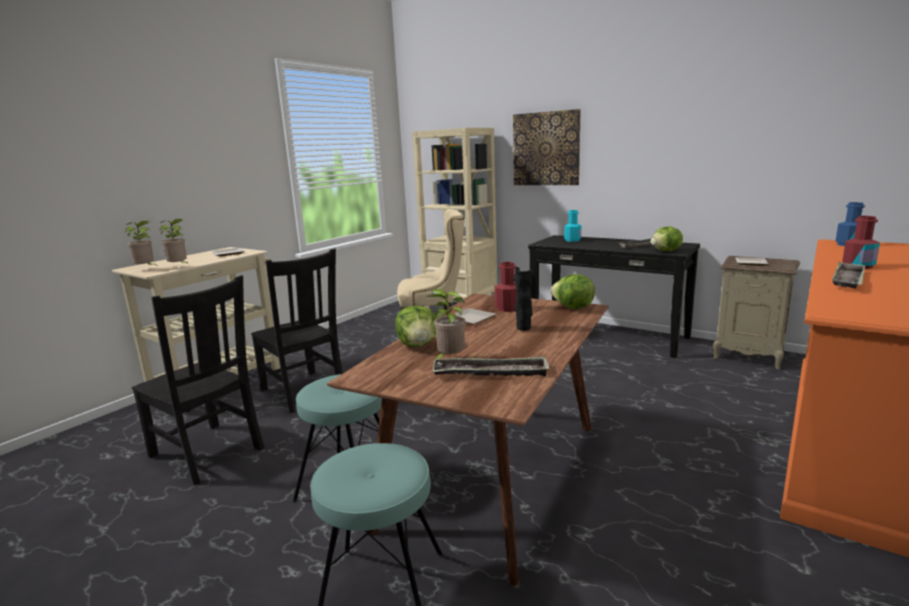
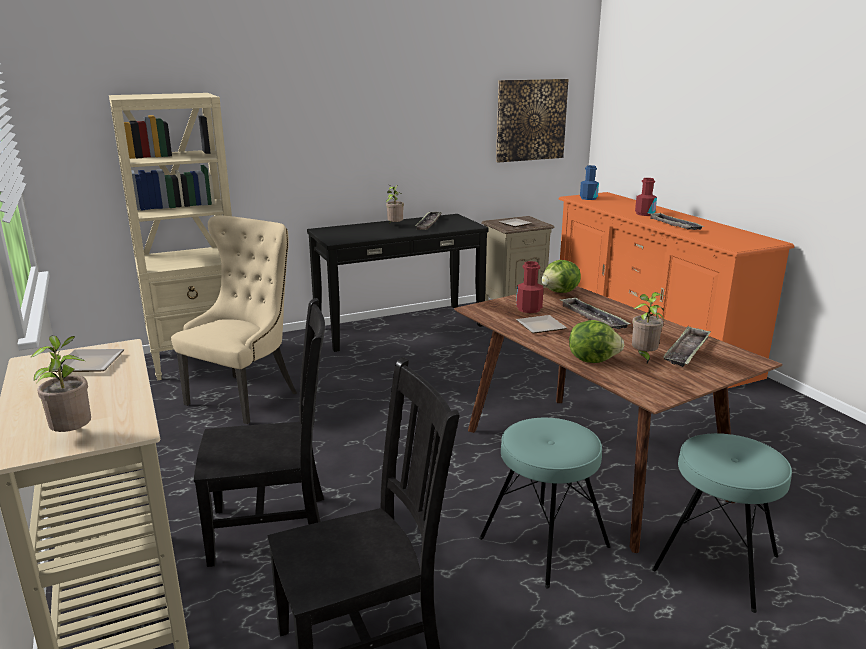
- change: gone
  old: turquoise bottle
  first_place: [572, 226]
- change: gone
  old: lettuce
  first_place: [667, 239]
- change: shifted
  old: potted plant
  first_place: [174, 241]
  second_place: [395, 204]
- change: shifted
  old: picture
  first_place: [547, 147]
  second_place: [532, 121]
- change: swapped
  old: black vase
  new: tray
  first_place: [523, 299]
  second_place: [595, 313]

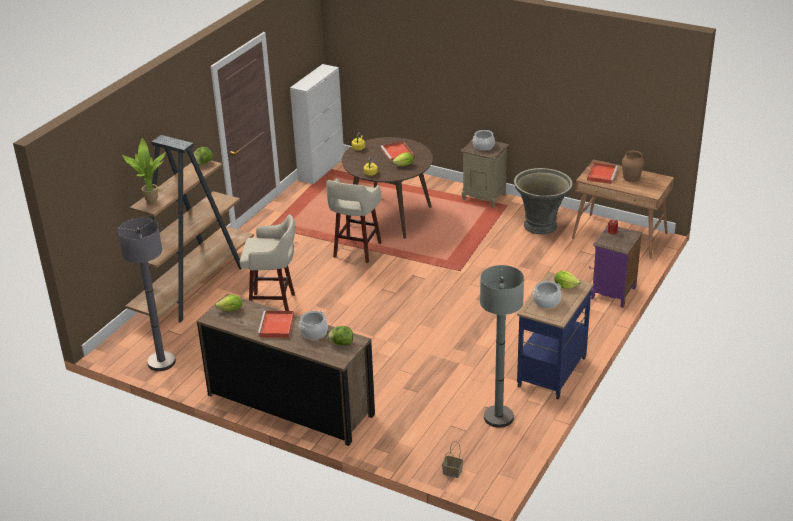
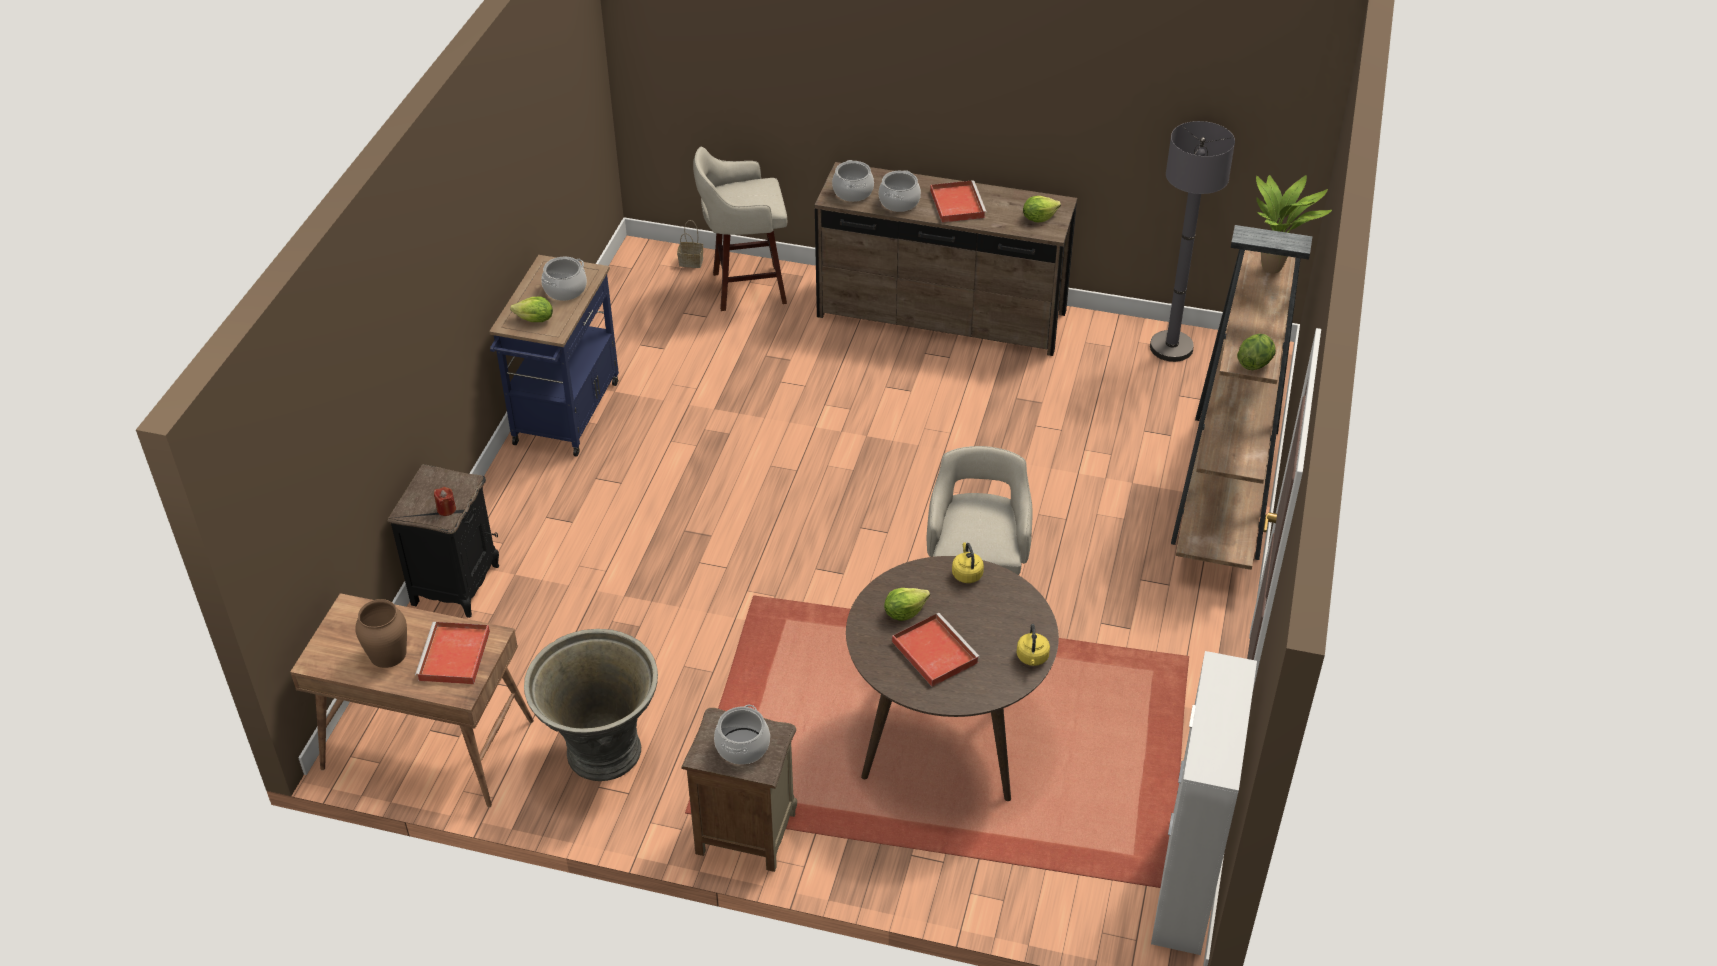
- change: gone
  old: grey floor lamp
  first_place: [502, 346]
- change: shifted
  old: beige stool
  first_place: [267, 262]
  second_place: [740, 228]
- change: swapped
  old: lettuce
  new: cooking pot
  first_place: [340, 335]
  second_place: [853, 181]
- change: repainted
  old: purple nightstand
  new: black nightstand
  first_place: [616, 266]
  second_place: [443, 541]

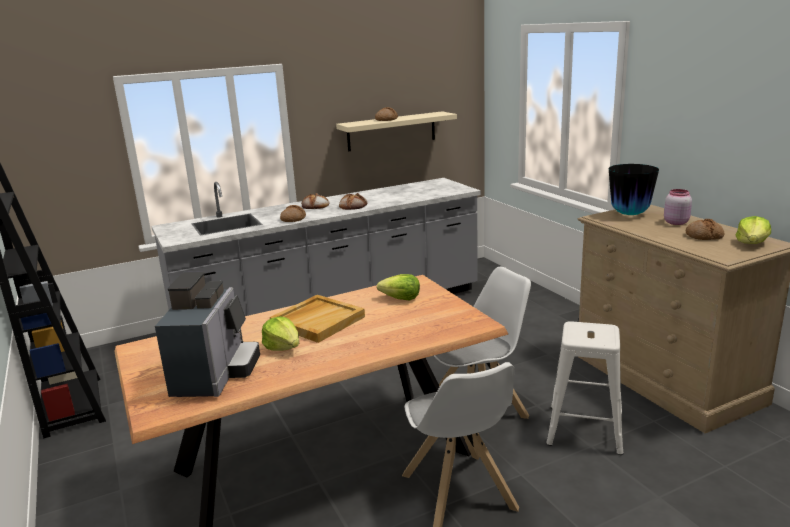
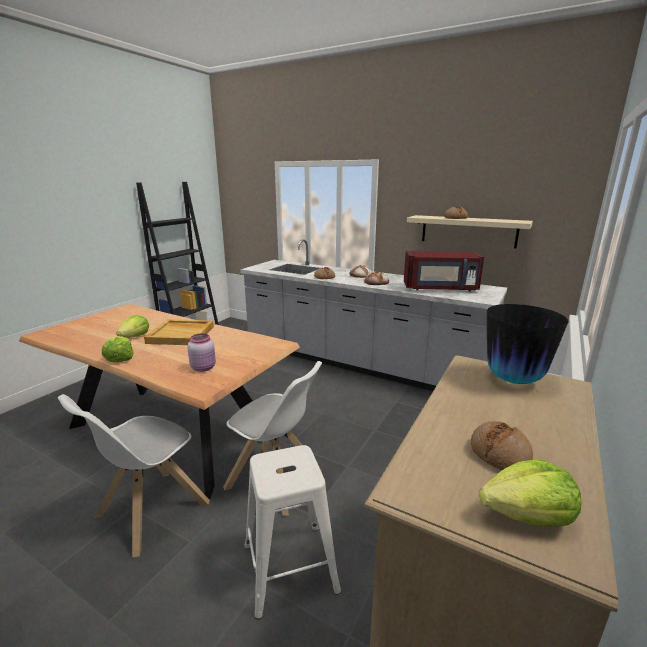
- change: gone
  old: coffee machine
  first_place: [207, 334]
- change: new
  new: red microwave
  second_place: [444, 271]
- change: shifted
  old: lettuce
  first_place: [398, 287]
  second_place: [118, 349]
- change: shifted
  old: pink jar
  first_place: [678, 207]
  second_place: [201, 352]

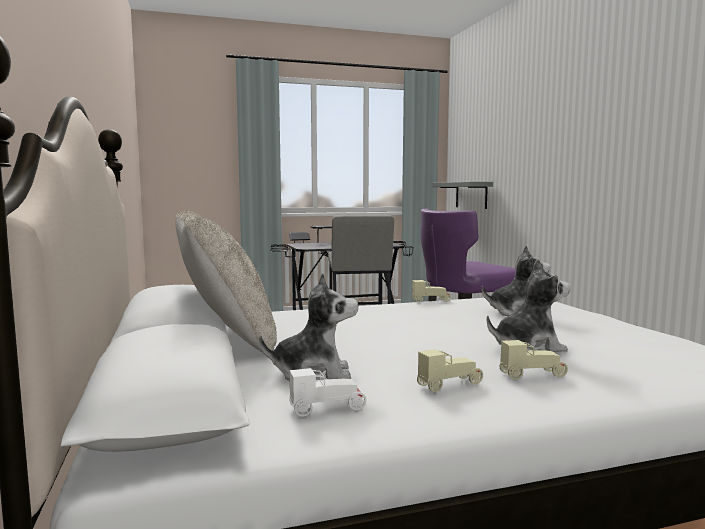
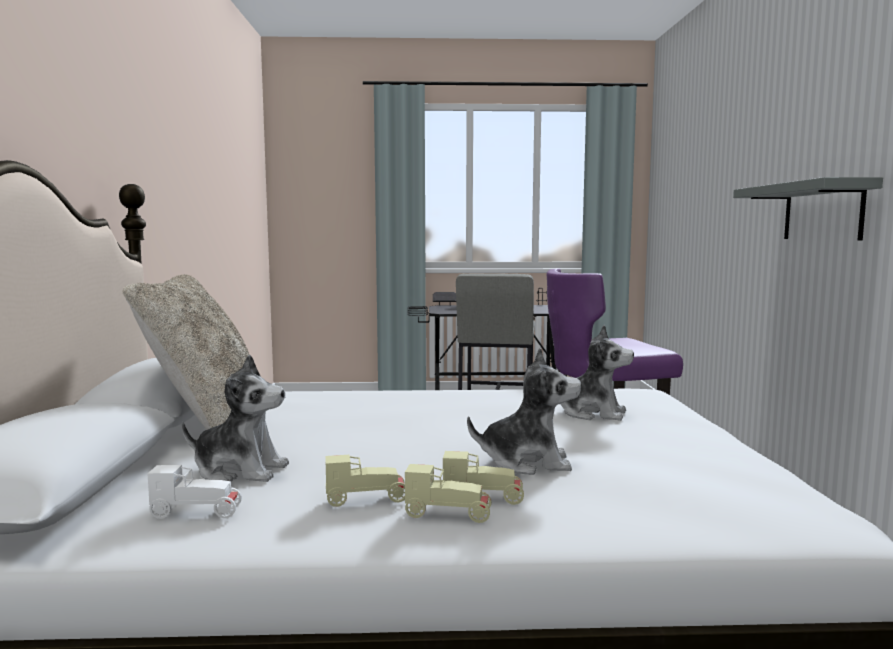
- change: shifted
  old: beige toy car
  first_place: [431, 291]
  second_place: [448, 493]
- change: shifted
  old: grey shelf
  first_place: [462, 195]
  second_place: [808, 208]

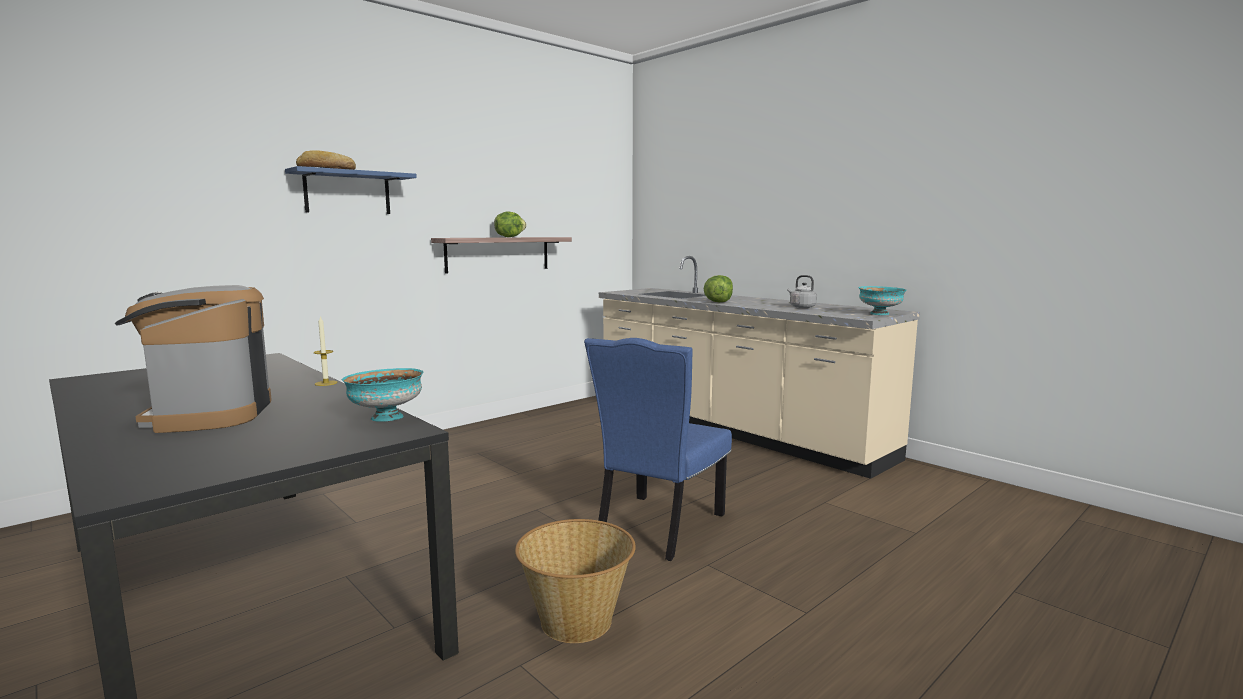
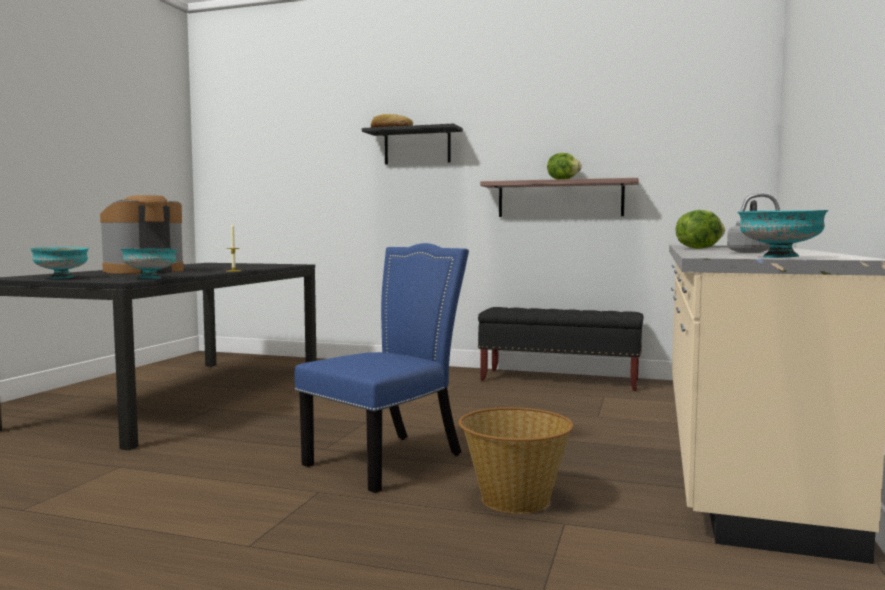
- change: new
  new: turquoise bowl
  second_place: [59, 263]
- change: new
  new: black bench
  second_place: [560, 349]
- change: shifted
  old: basket
  first_place: [575, 581]
  second_place: [516, 460]
- change: repainted
  old: blue shelf
  new: black shelf
  first_place: [351, 190]
  second_place: [412, 144]
- change: rotated
  old: blue chair
  first_place: [658, 449]
  second_place: [382, 368]
  degrees: 135

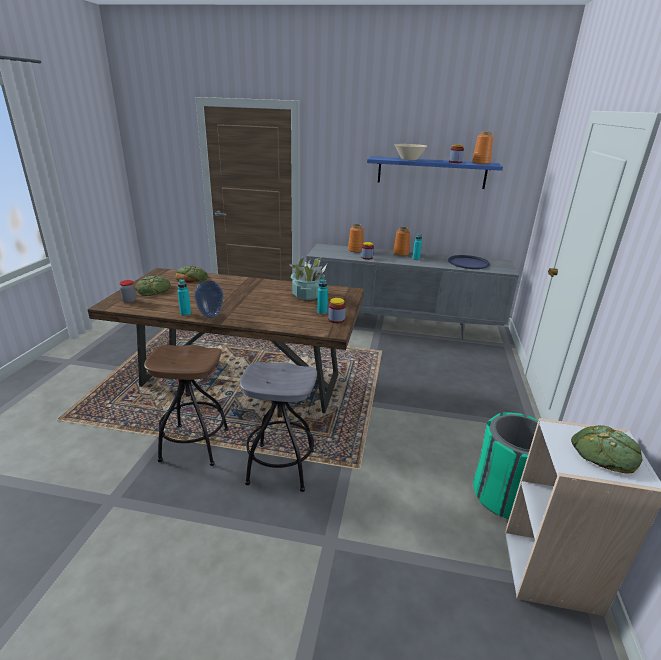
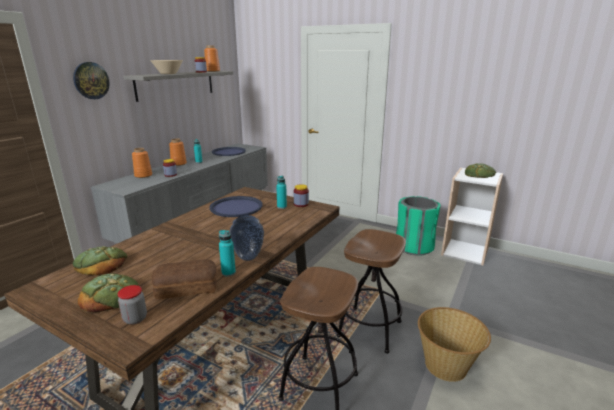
- change: new
  new: wall clock
  second_place: [91, 80]
- change: new
  new: bread
  second_place: [184, 279]
- change: new
  new: basket
  second_place: [454, 344]
- change: swapped
  old: potted plant
  new: blue tray
  first_place: [308, 278]
  second_place: [236, 206]
- change: repainted
  old: grey stool
  new: brown stool
  first_place: [278, 427]
  second_place: [371, 291]
- change: repainted
  old: blue shelf
  new: grey shelf
  first_place: [435, 172]
  second_place: [178, 86]

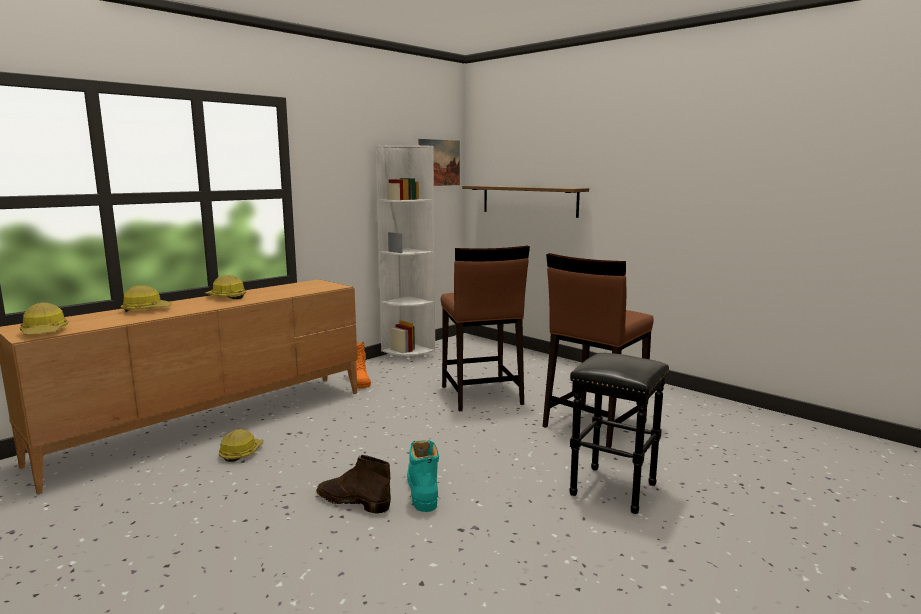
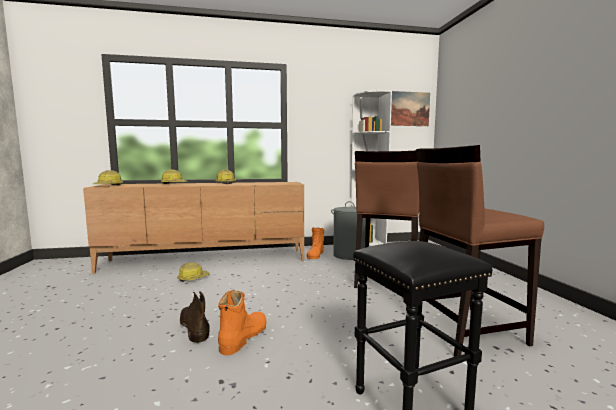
- change: gone
  old: shelf
  first_place: [525, 201]
- change: new
  new: grey laundry basket
  second_place: [348, 230]
- change: repainted
  old: turquoise boot
  new: orange boot
  first_place: [423, 476]
  second_place: [242, 322]

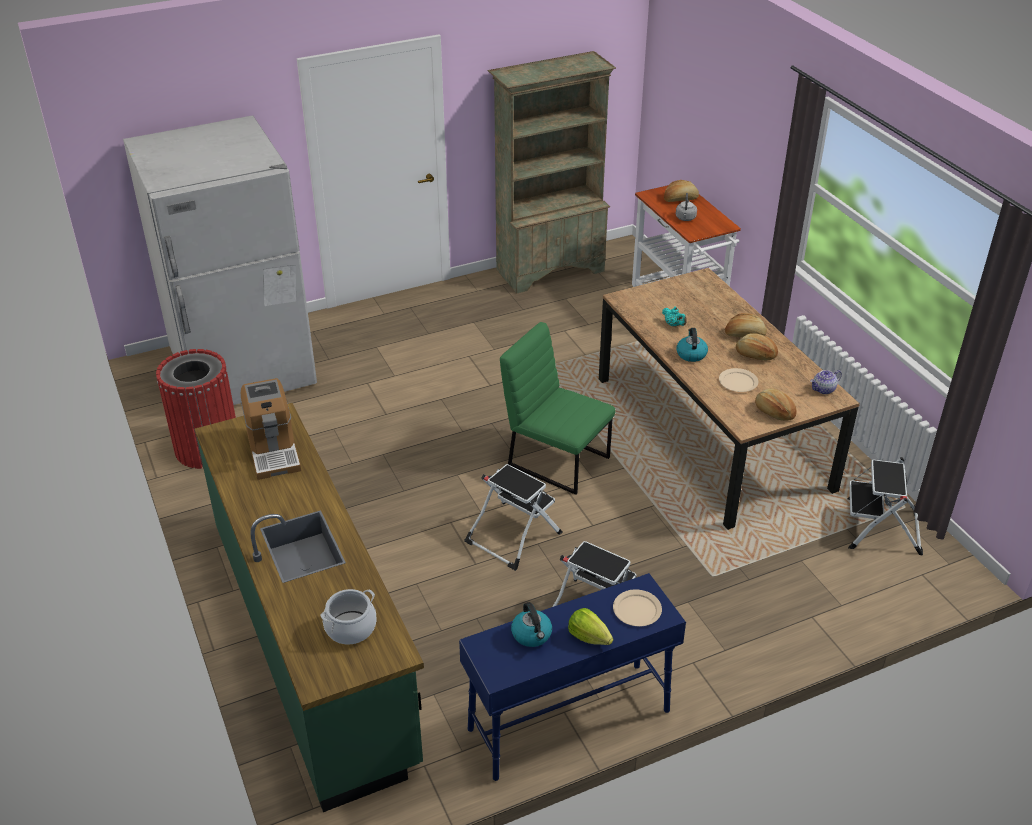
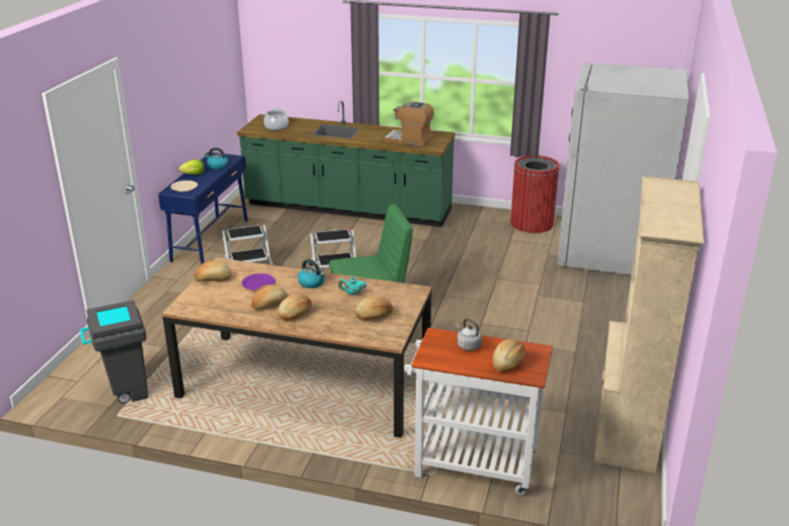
- change: gone
  old: teapot
  first_place: [826, 382]
- change: new
  new: bread
  second_place: [374, 308]
- change: swapped
  old: step ladder
  new: grey trash can
  first_place: [885, 506]
  second_place: [114, 352]
- change: repainted
  old: green bookcase
  new: beige bookcase
  first_place: [552, 172]
  second_place: [649, 324]
- change: repainted
  old: beige plate
  new: purple plate
  first_place: [738, 380]
  second_place: [258, 281]

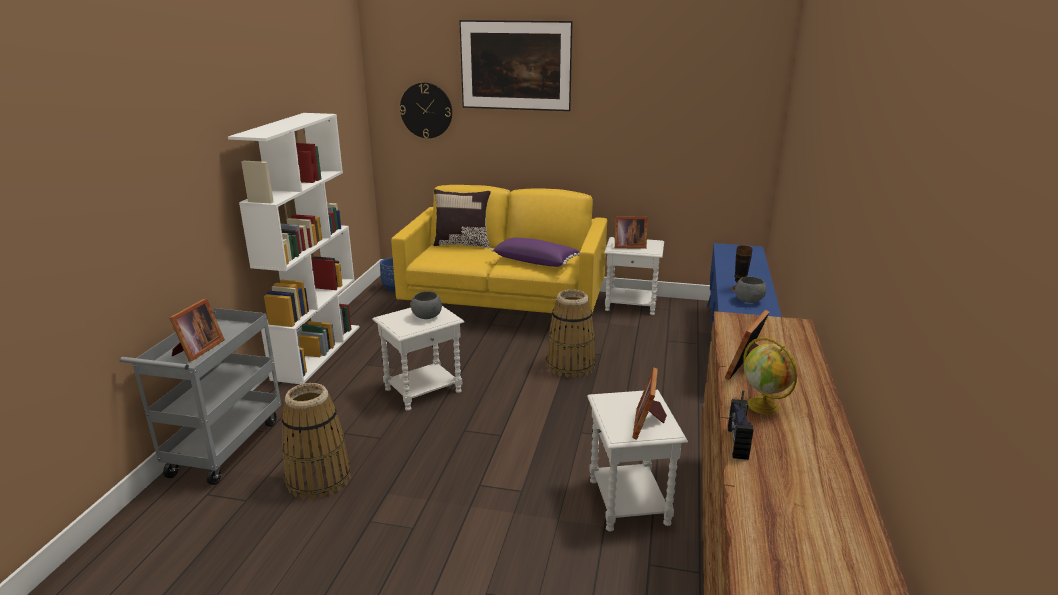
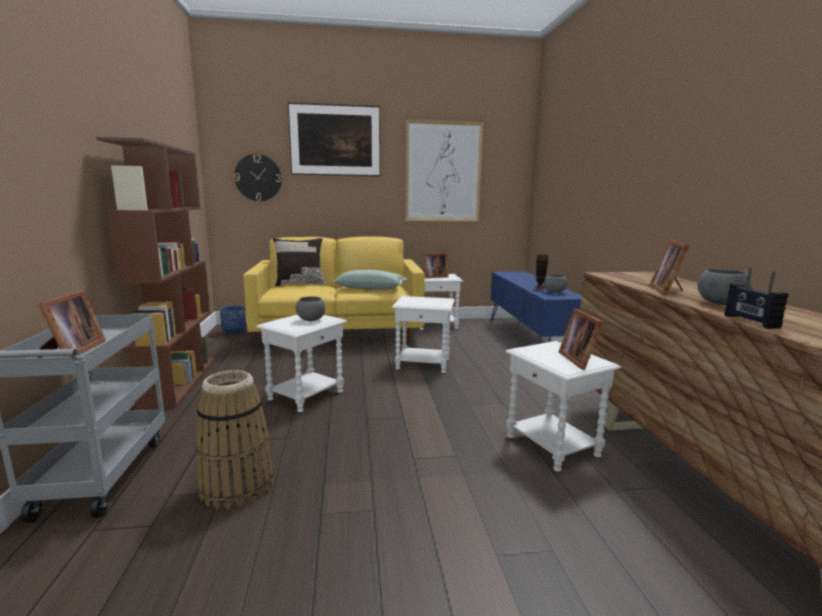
- change: new
  new: picture
  second_place: [444, 170]
- change: swapped
  old: basket
  new: white side table
  first_place: [571, 333]
  second_place: [423, 334]
- change: swapped
  old: globe
  new: grey bowl
  first_place: [770, 375]
  second_place: [725, 287]
- change: repainted
  old: white bookcase
  new: brown bookcase
  first_place: [294, 248]
  second_place: [155, 273]
- change: repainted
  old: purple pillow
  new: green pillow
  first_place: [535, 252]
  second_place: [370, 280]

